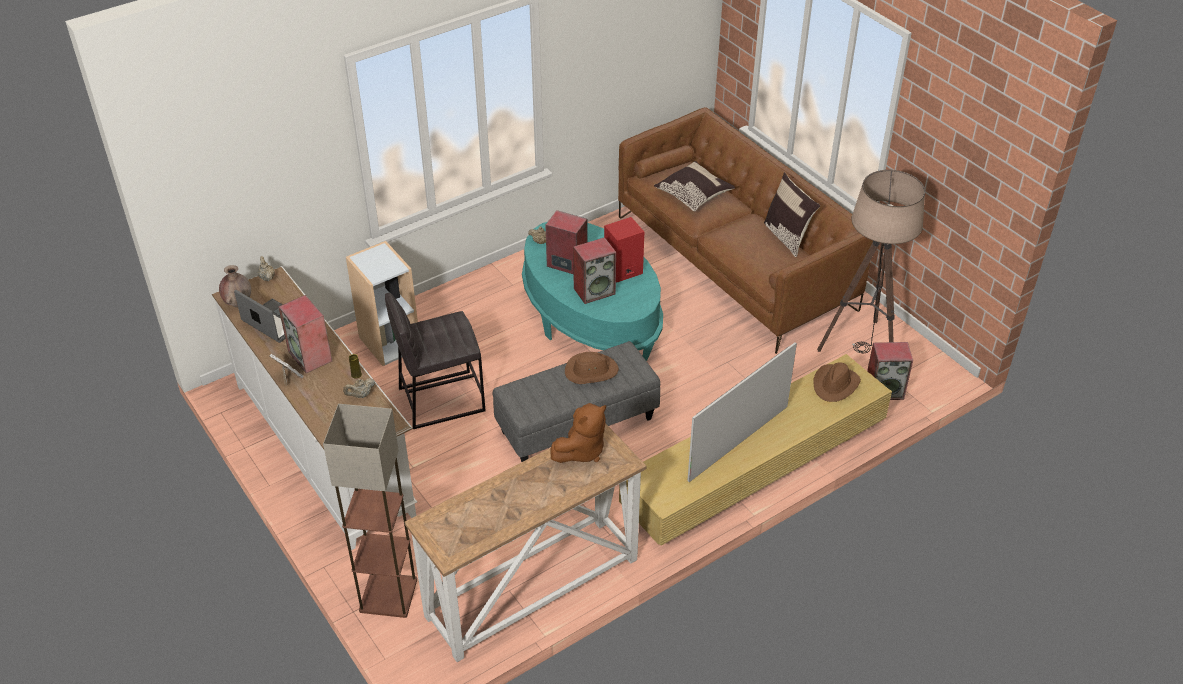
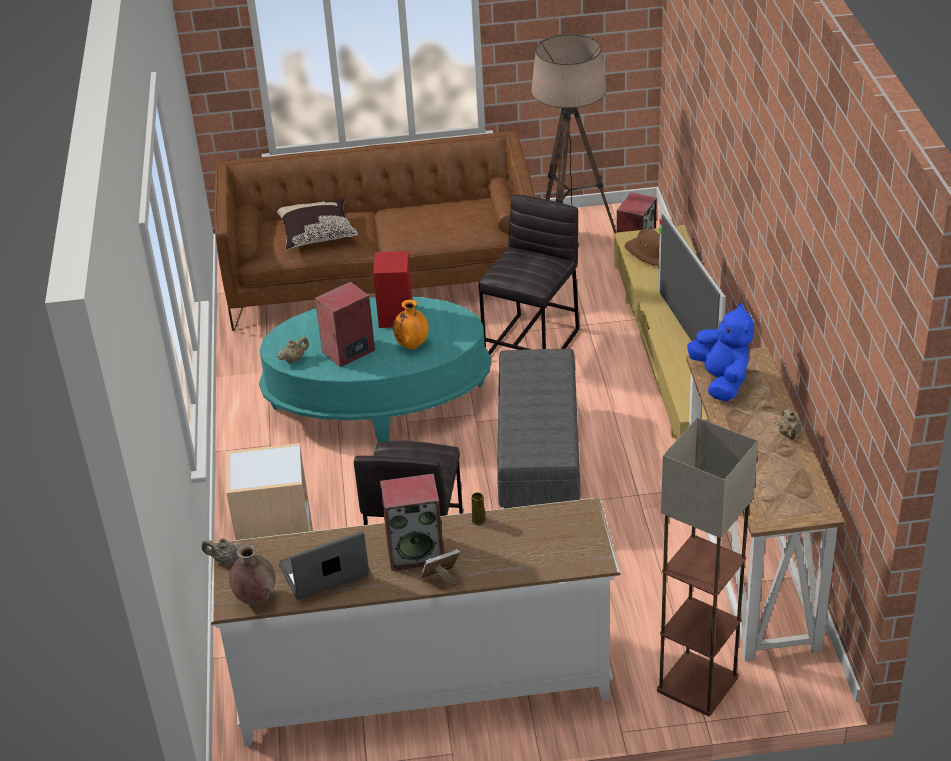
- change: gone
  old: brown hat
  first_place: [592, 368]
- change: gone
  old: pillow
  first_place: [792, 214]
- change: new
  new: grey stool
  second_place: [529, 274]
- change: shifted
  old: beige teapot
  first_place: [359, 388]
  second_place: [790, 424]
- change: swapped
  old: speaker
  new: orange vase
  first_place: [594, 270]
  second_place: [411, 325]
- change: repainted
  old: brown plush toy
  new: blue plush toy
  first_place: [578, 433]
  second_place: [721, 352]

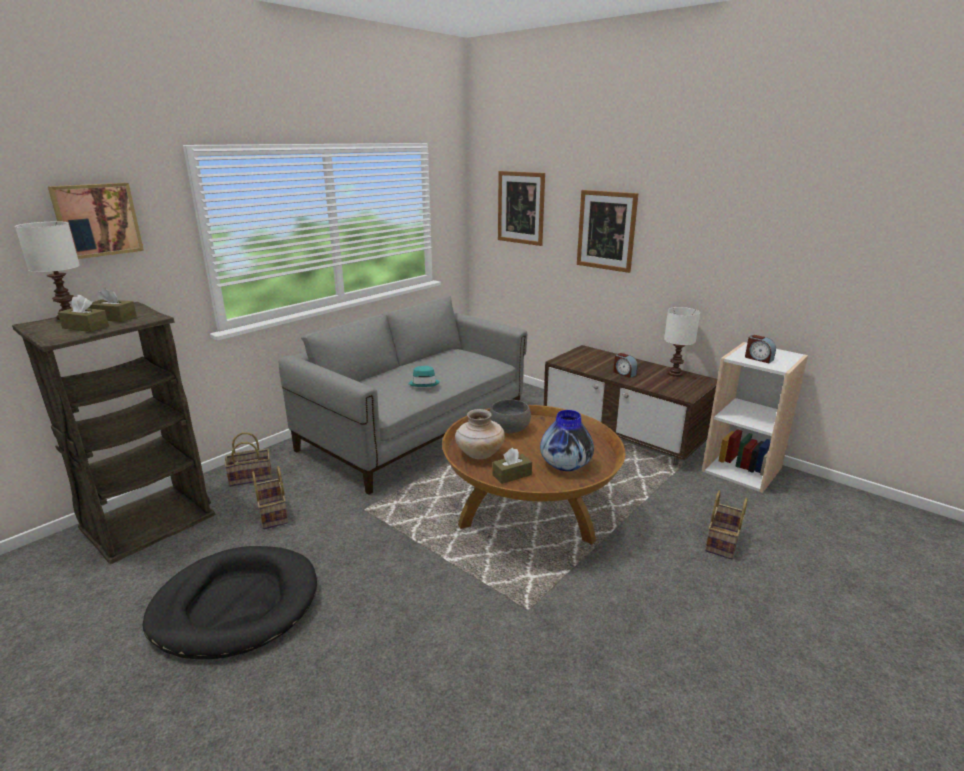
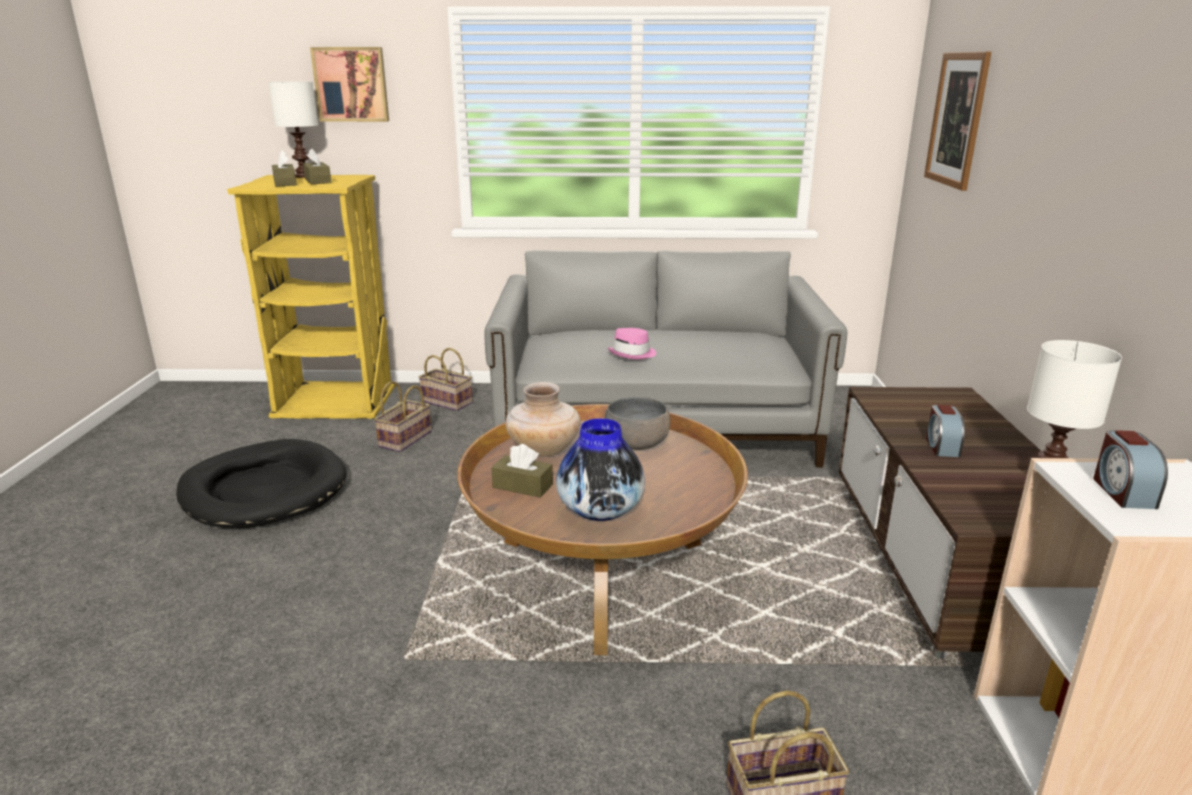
- change: gone
  old: picture
  first_place: [607, 231]
- change: repainted
  old: brown bookcase
  new: yellow bookcase
  first_place: [113, 433]
  second_place: [311, 297]
- change: repainted
  old: turquoise hat
  new: pink hat
  first_place: [424, 376]
  second_place: [632, 344]

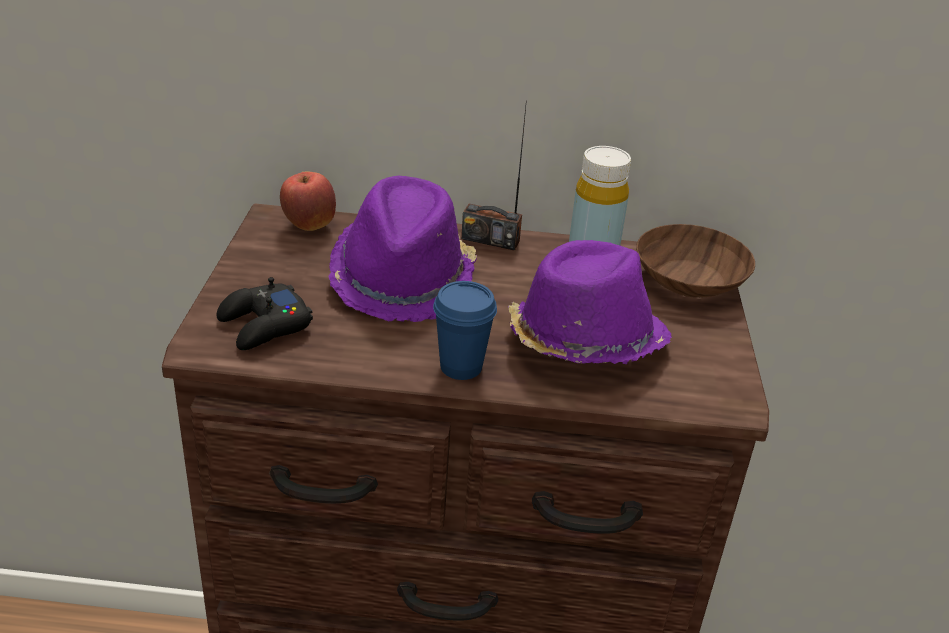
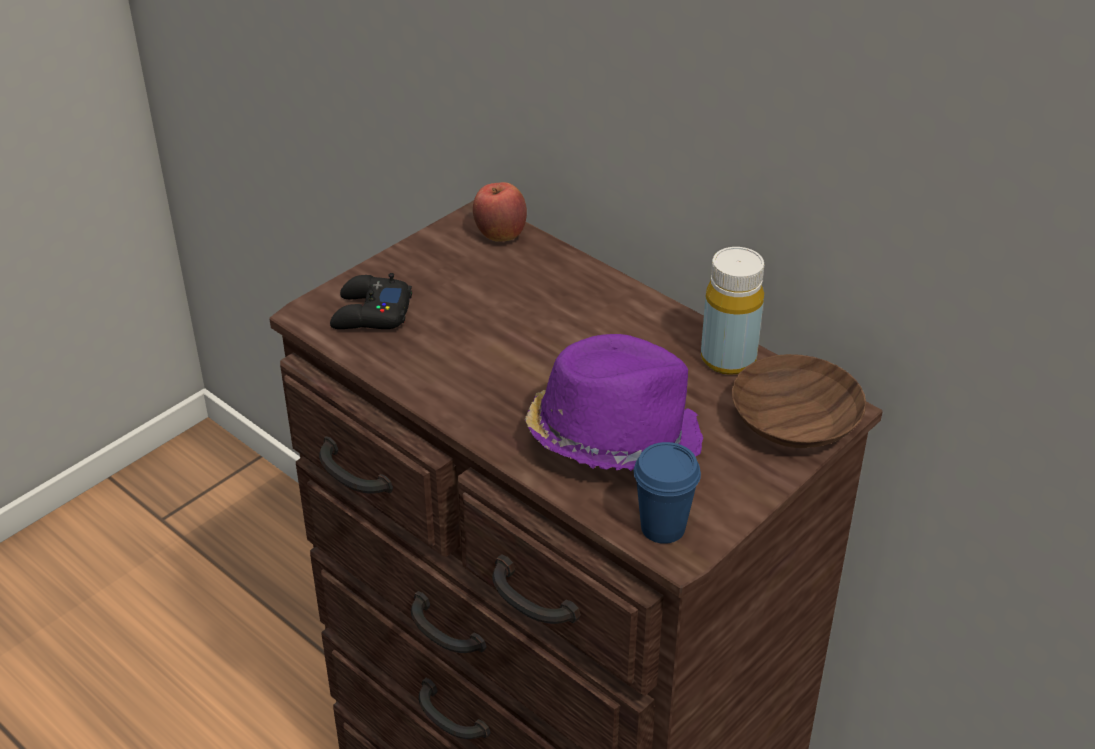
- change: gone
  old: purple hat
  first_place: [402, 249]
- change: gone
  old: radio
  first_place: [494, 175]
- change: shifted
  old: blue cup
  first_place: [465, 330]
  second_place: [667, 493]

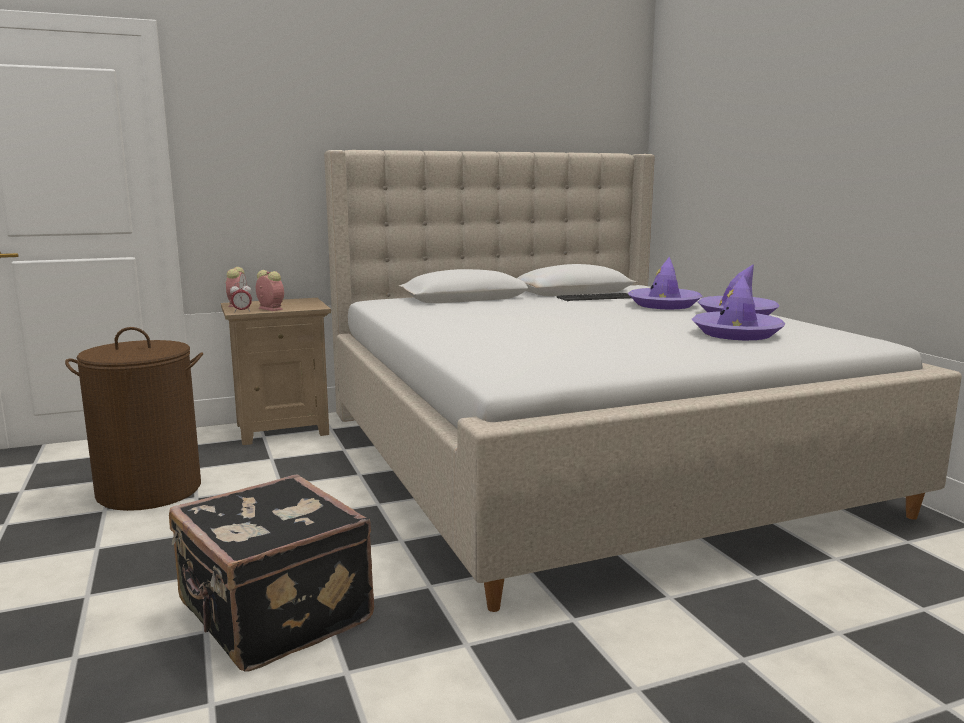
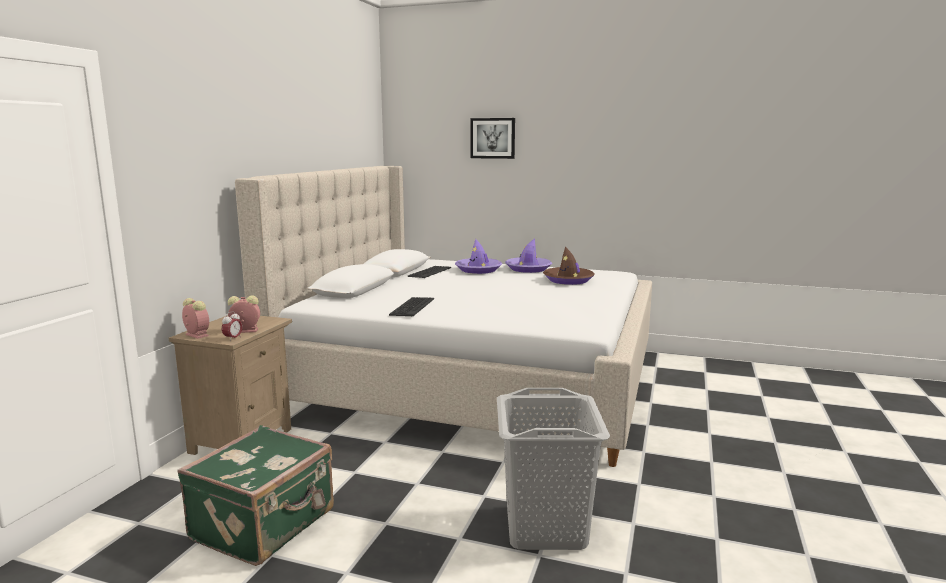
- change: new
  new: keyboard
  second_place: [411, 307]
- change: new
  new: picture
  second_place: [493, 138]
- change: swapped
  old: brown laundry basket
  new: green suitcase
  first_place: [134, 419]
  second_place: [255, 495]
- change: swapped
  old: black suitcase
  new: grey laundry basket
  first_place: [271, 573]
  second_place: [553, 469]
- change: repainted
  old: purple hat
  new: brown hat
  first_place: [739, 307]
  second_place: [569, 265]

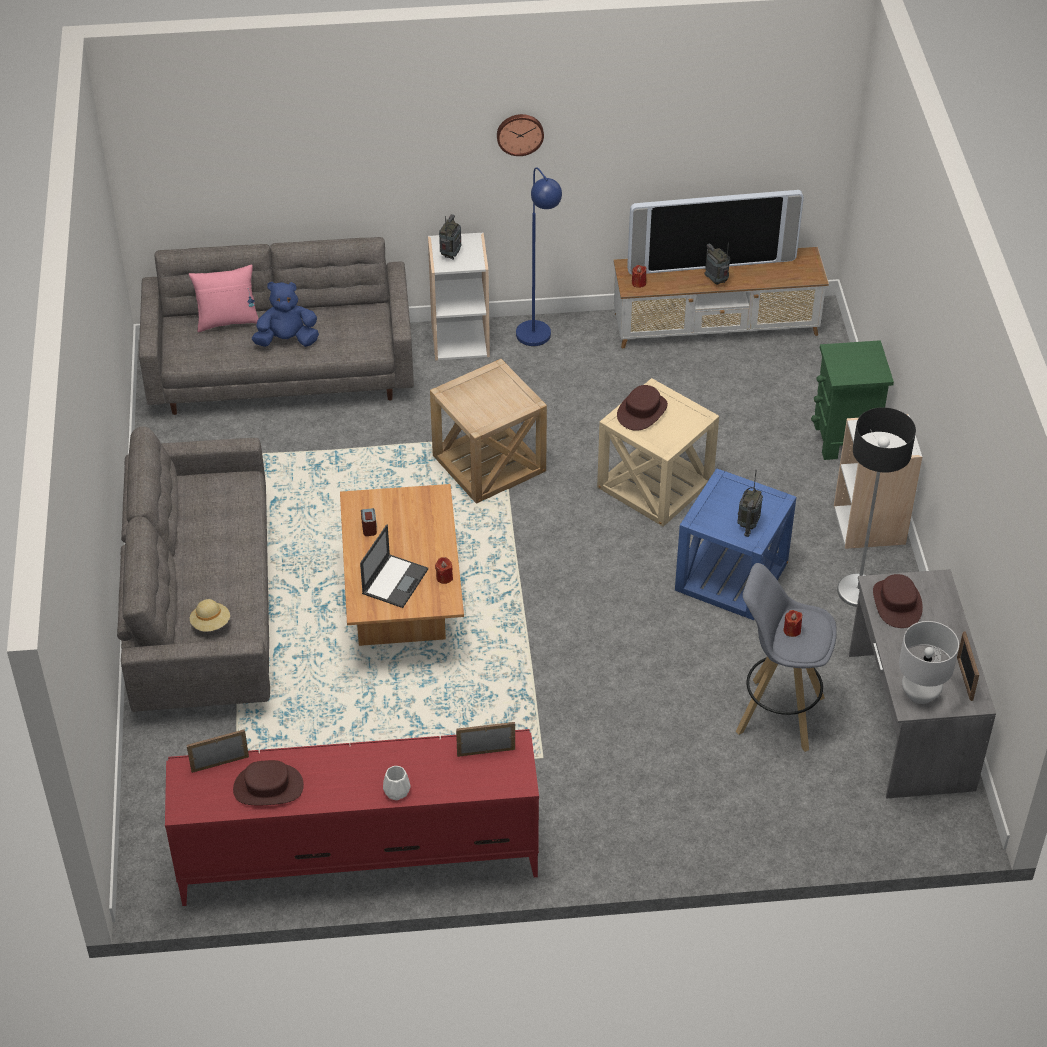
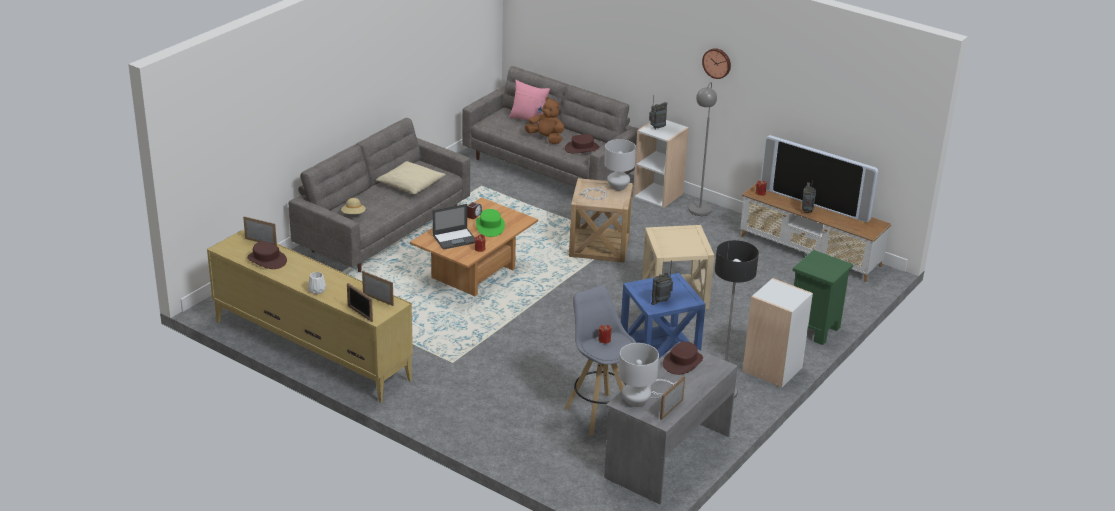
- change: new
  new: picture frame
  second_place: [360, 302]
- change: new
  new: beige pillow
  second_place: [411, 177]
- change: new
  new: green hat
  second_place: [490, 223]
- change: new
  new: grey table lamp
  second_place: [608, 169]
- change: shifted
  old: brown hat
  first_place: [642, 408]
  second_place: [582, 143]
- change: repainted
  old: red cabinet
  new: beige cabinet
  first_place: [352, 817]
  second_place: [310, 316]
- change: repainted
  old: blue plush toy
  new: brown plush toy
  first_place: [285, 314]
  second_place: [544, 120]
- change: repainted
  old: blue floor lamp
  new: grey floor lamp
  first_place: [539, 256]
  second_place: [702, 149]

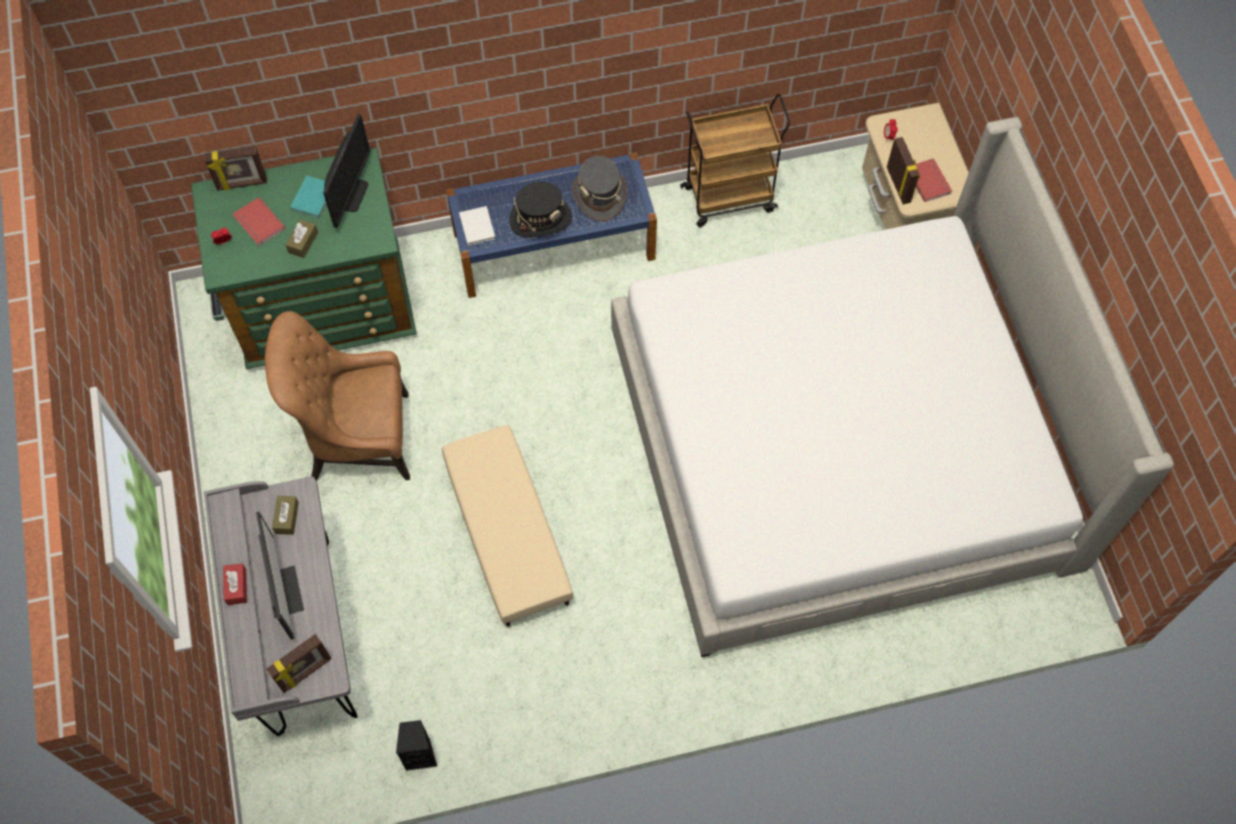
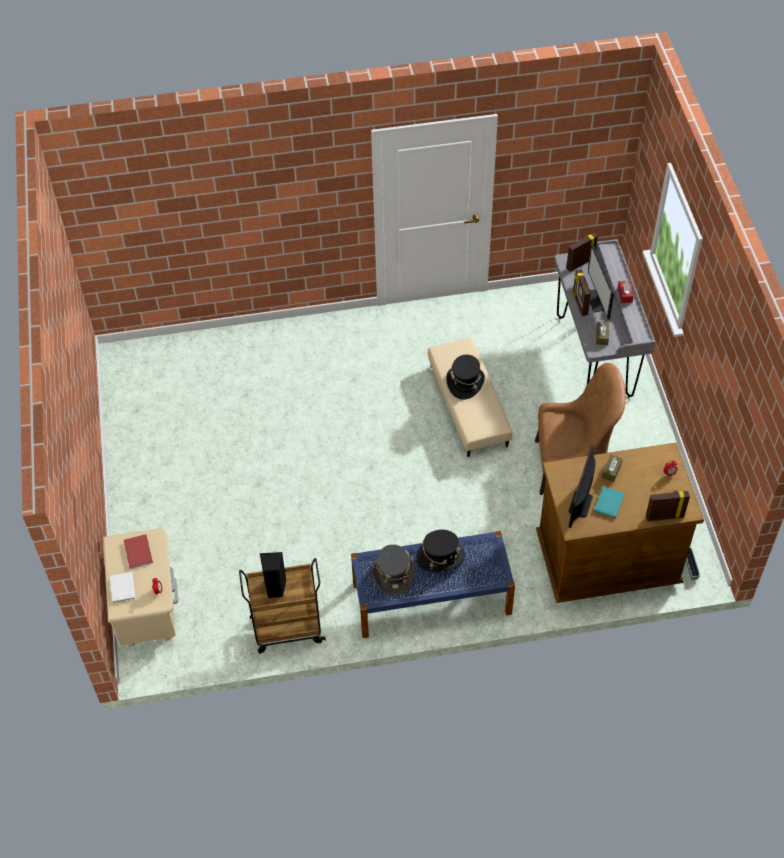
- change: gone
  old: red book
  first_place: [259, 221]
- change: gone
  old: bed
  first_place: [892, 387]
- change: new
  new: black hat
  second_place: [465, 377]
- change: shifted
  old: black speaker
  first_place: [416, 745]
  second_place: [273, 575]
- change: shifted
  old: white book
  first_place: [477, 225]
  second_place: [122, 587]
- change: shifted
  old: picture frame
  first_place: [903, 170]
  second_place: [582, 292]
- change: repainted
  old: green dresser
  new: brown dresser
  first_place: [304, 258]
  second_place: [620, 523]

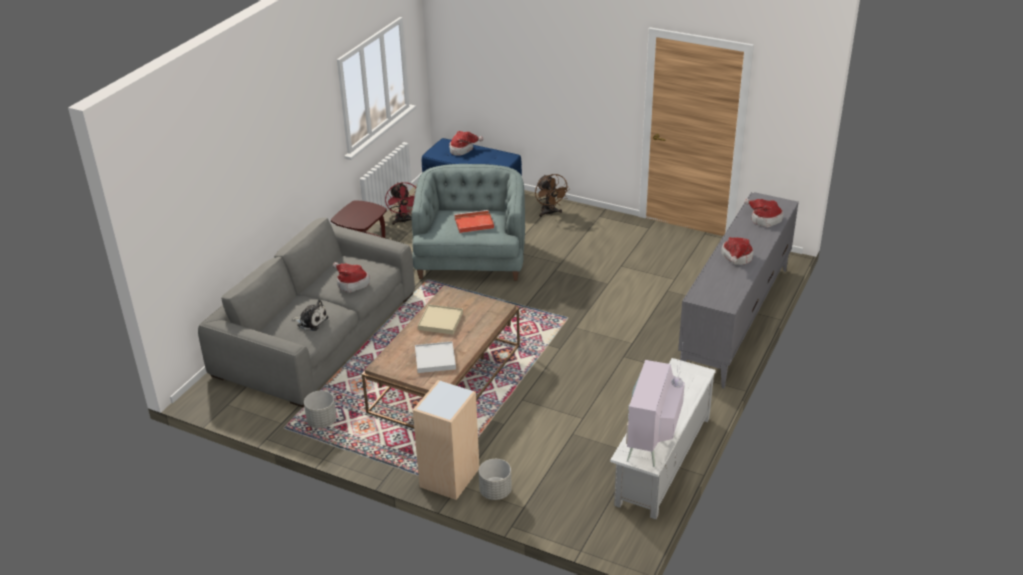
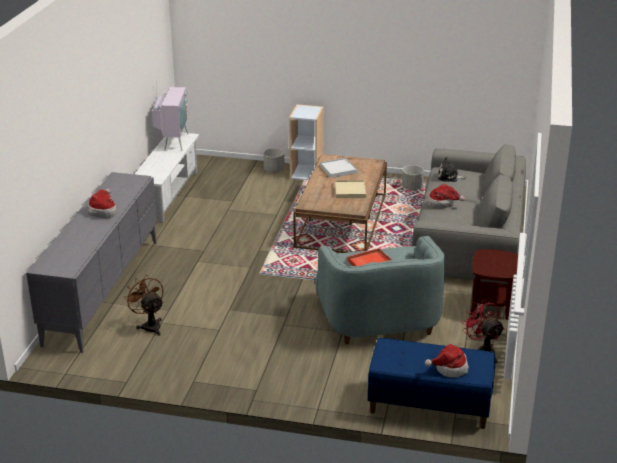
- change: gone
  old: hat
  first_place: [764, 213]
- change: shifted
  old: brown fan
  first_place: [552, 195]
  second_place: [143, 305]

